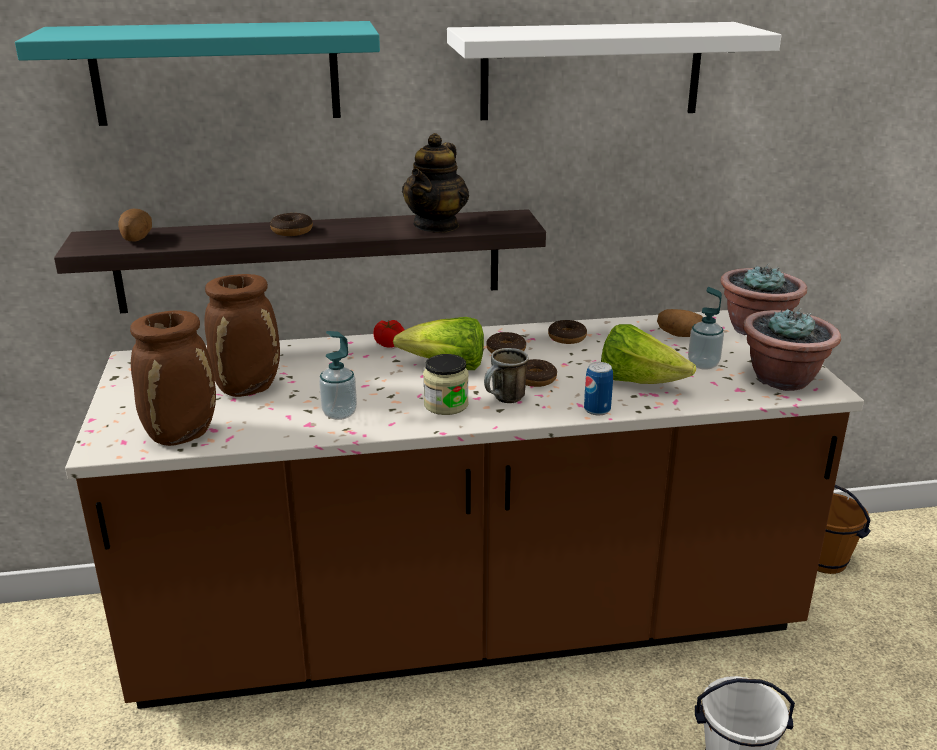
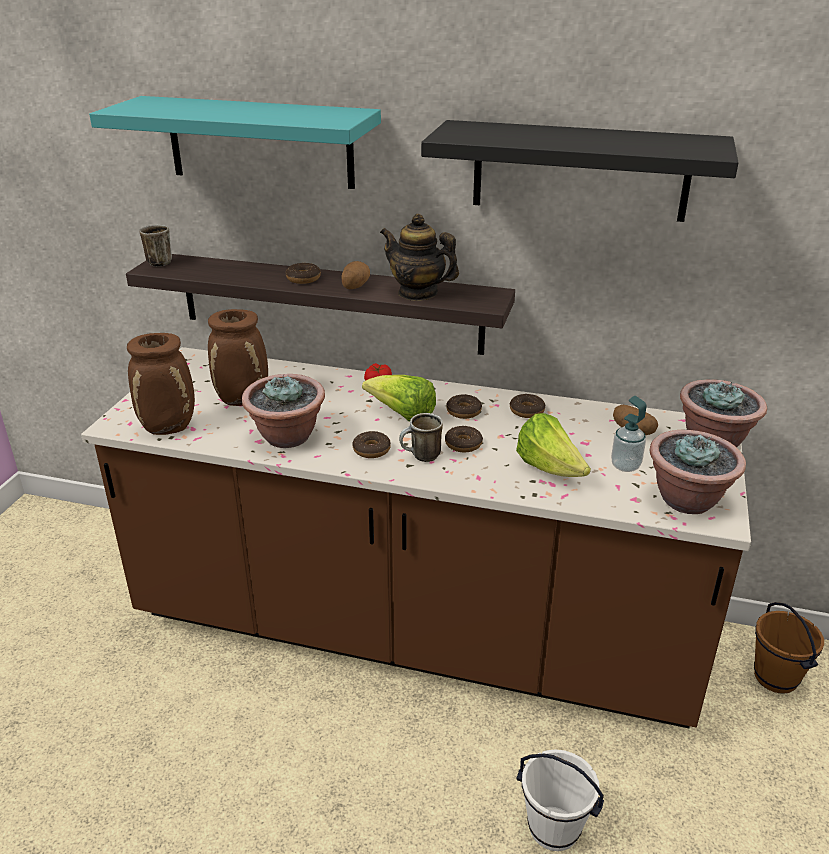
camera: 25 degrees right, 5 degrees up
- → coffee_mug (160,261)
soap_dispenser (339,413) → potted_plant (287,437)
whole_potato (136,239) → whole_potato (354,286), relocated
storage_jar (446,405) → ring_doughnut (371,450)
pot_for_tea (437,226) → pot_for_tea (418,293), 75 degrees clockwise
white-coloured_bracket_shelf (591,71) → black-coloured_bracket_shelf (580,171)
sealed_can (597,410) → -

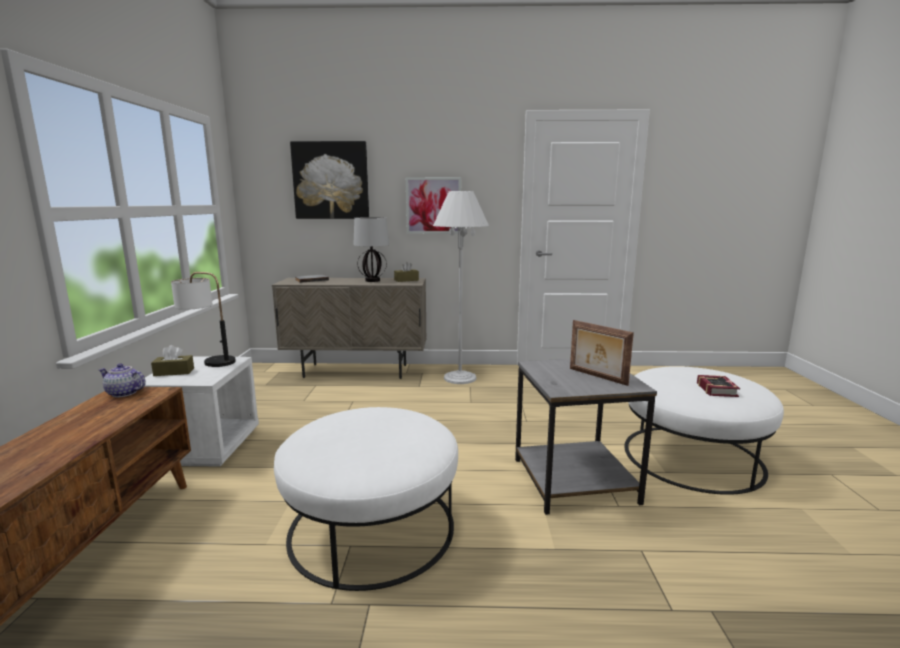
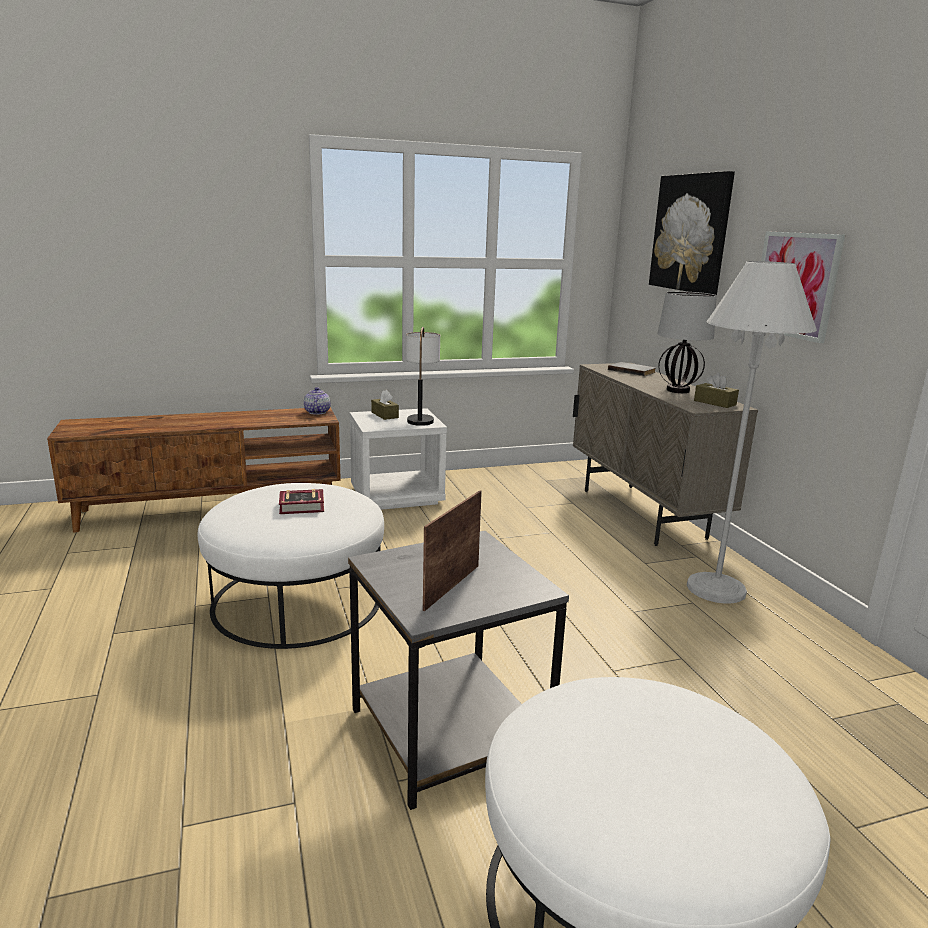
camera: 70 degrees right, 5 degrees up
book (717,389) → book (304,507), relocated

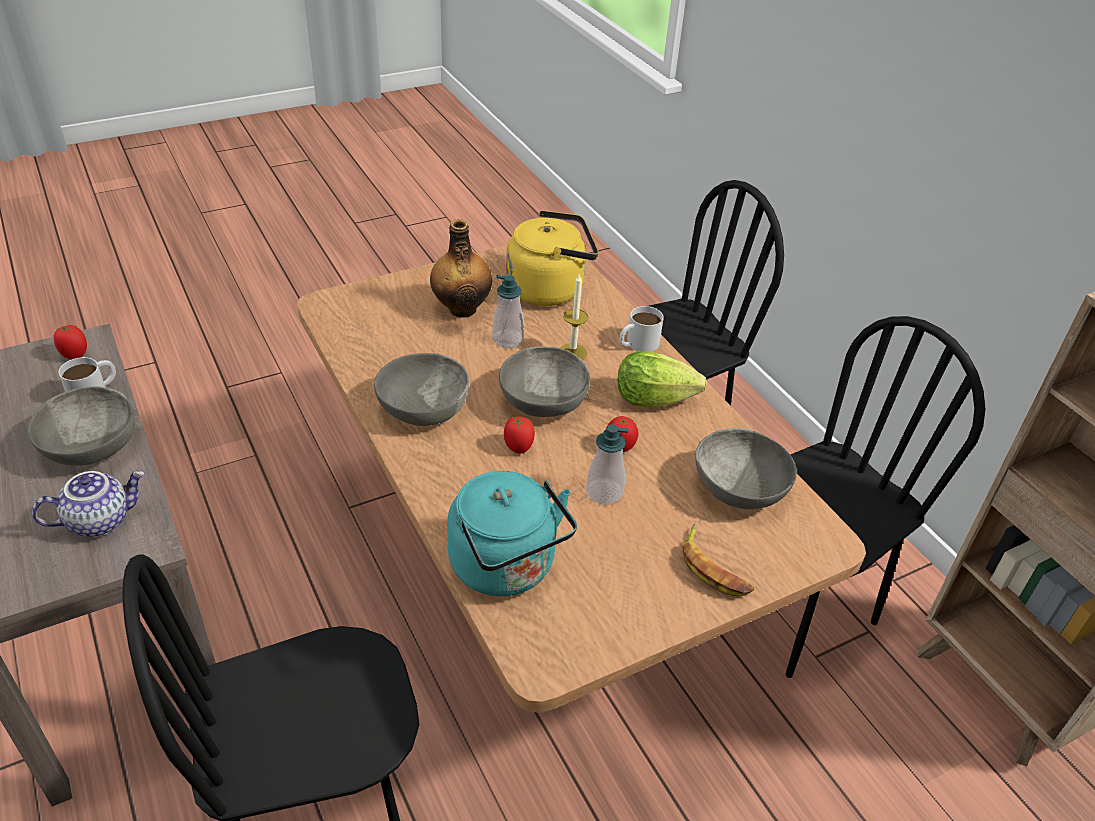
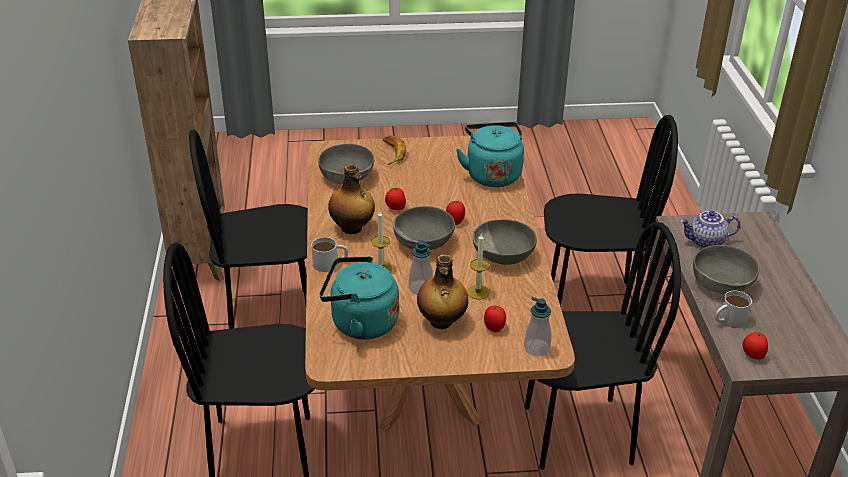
camera: 155 degrees left, 5 degrees down
yellowish_tea_kettle (550,289) → turquoise_tea_kettle (360,323)
lettuce_head (652,398) → bottle (352,228)
- → wax_light (478,292)
- → fresh_tomato (494,328)
soap_dispenser (604,492) → soap_dispenser (537,348), relocated
- → black-coloured_chair (577,433)

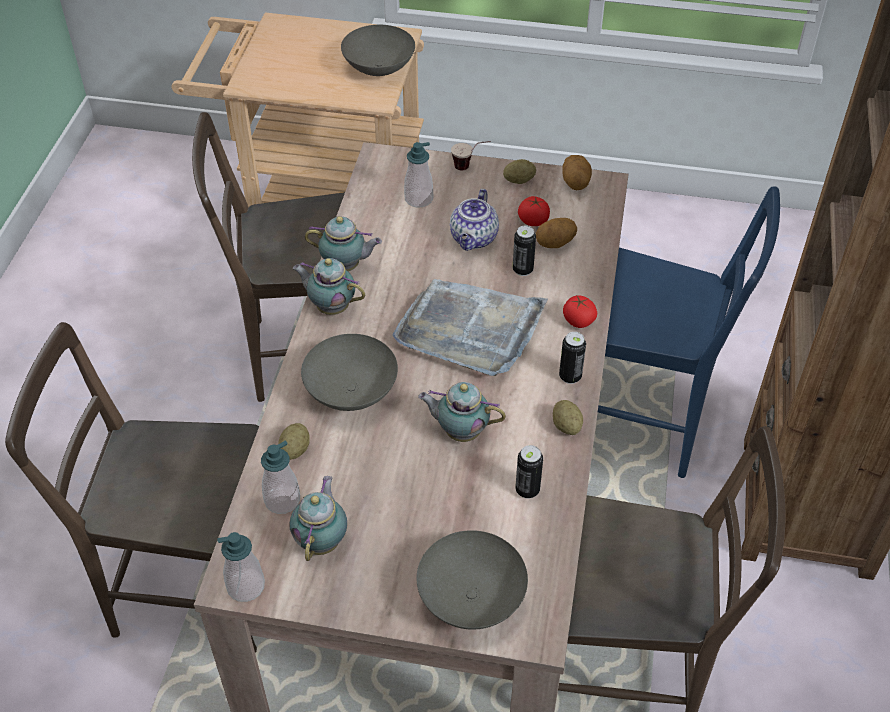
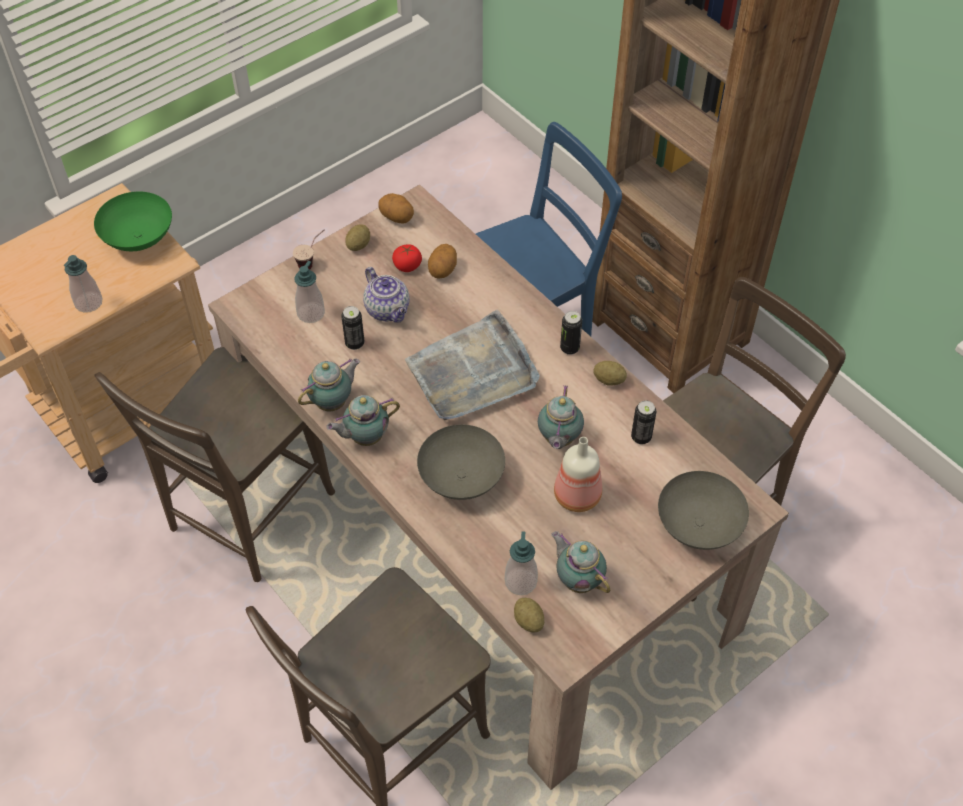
camera: 50 degrees left, 5 degrees up
soap_dispenser (246,586) → soap_dispenser (88,303), relocated
gray_deep_dish (380,68) → green_deep_dish (139,238)
sealed_can (522,270) → sealed_can (354,343), relocated
whole_potato (295,450) → whole_potato (528,621), relocated
pot_for_tea (460,431) → pot_for_tea (558,440), 45 degrees counterclockwise
- → bottle (576,494)
fresh_tomato (578,321) → -

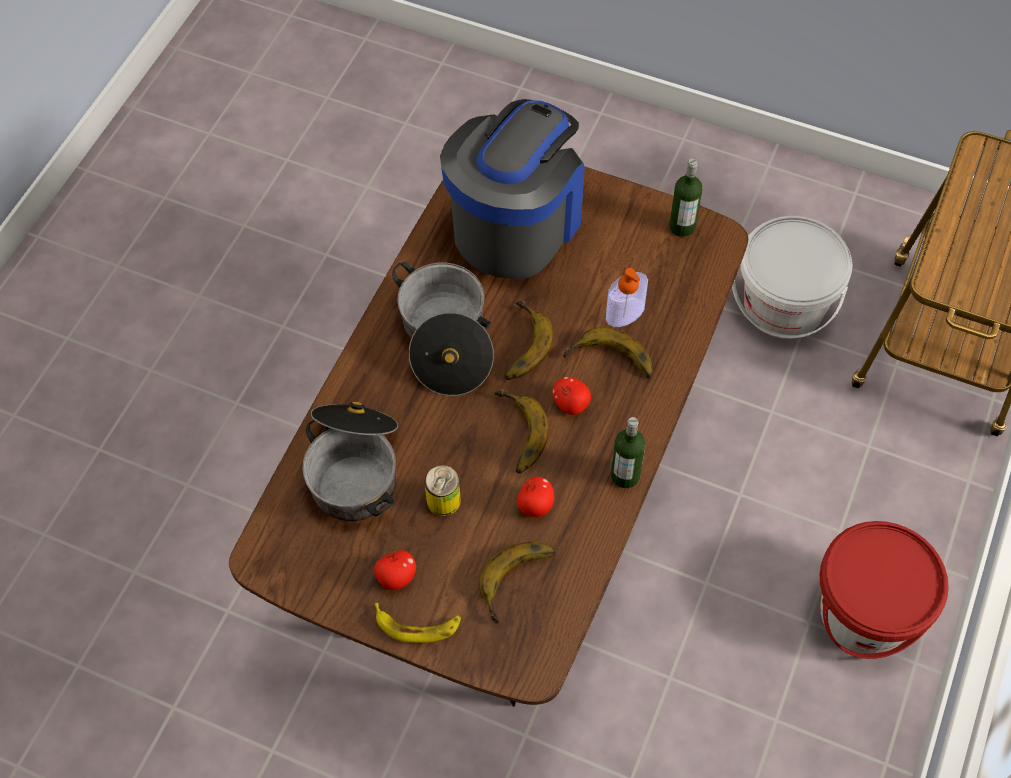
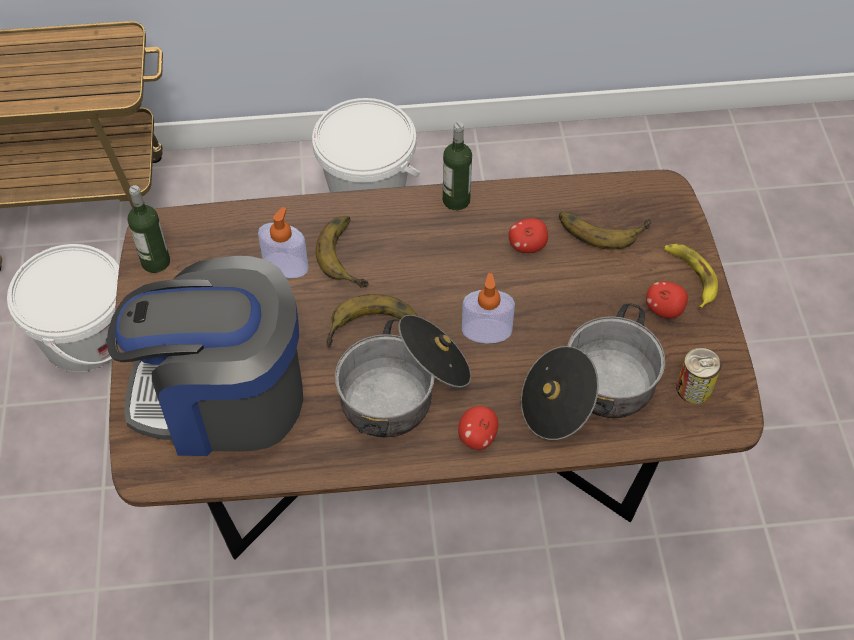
camera: 120 degrees left, 5 degrees down
red_water_bucket (865,612) → white-coloured_water_bucket (367,187)
apple (571,404) → apple (477,437), relocated
- → soap_dispenser (486,331)
sealed_can (443,501) → sealed_can (694,388), relocated
banana (514,434) → -

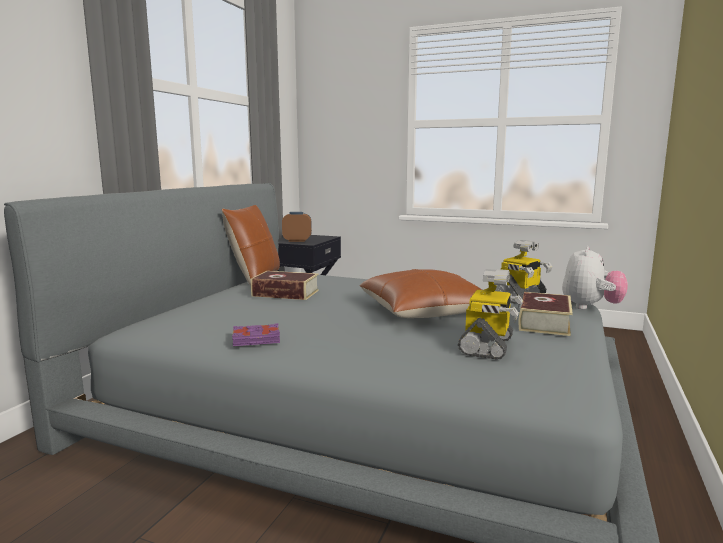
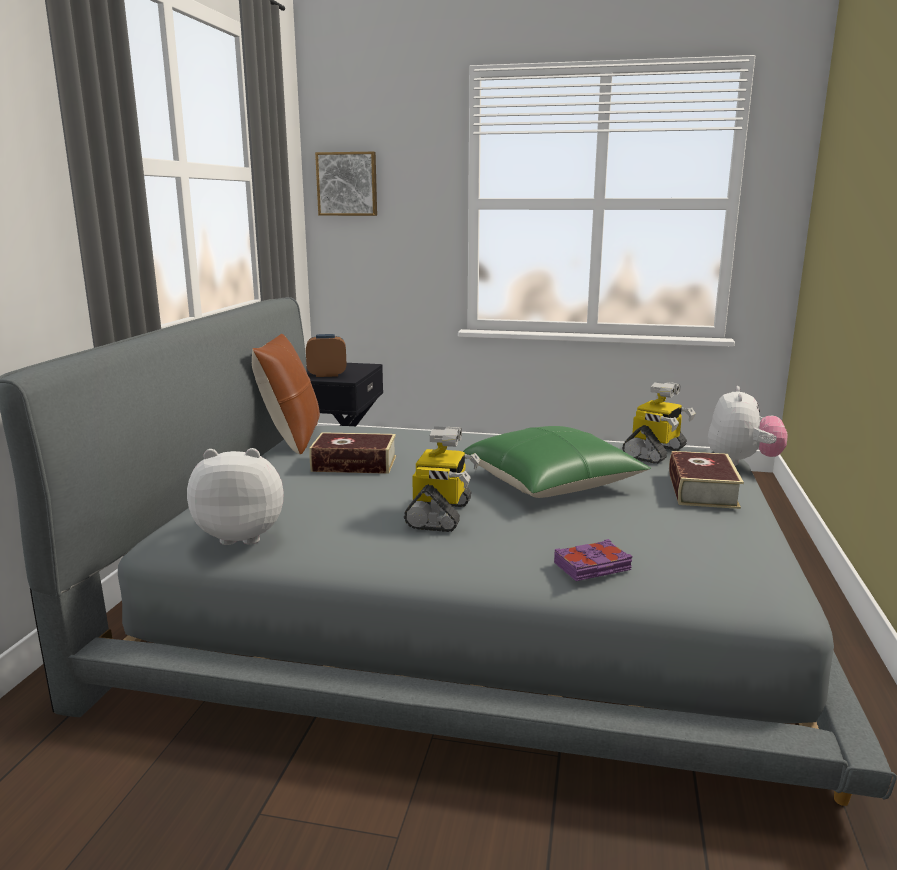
camera: 10 degrees left, 5 degrees up
- → soft_toy (242,535)
- → picture (347,184)
model_robot (488,346) → model_robot (441,515), relocated
brown-coloured_throw_pillow (424,311) → green_throw_pillow (552,482)
purple-coloured_book (256,340) → purple-coloured_book (592,567), relocated

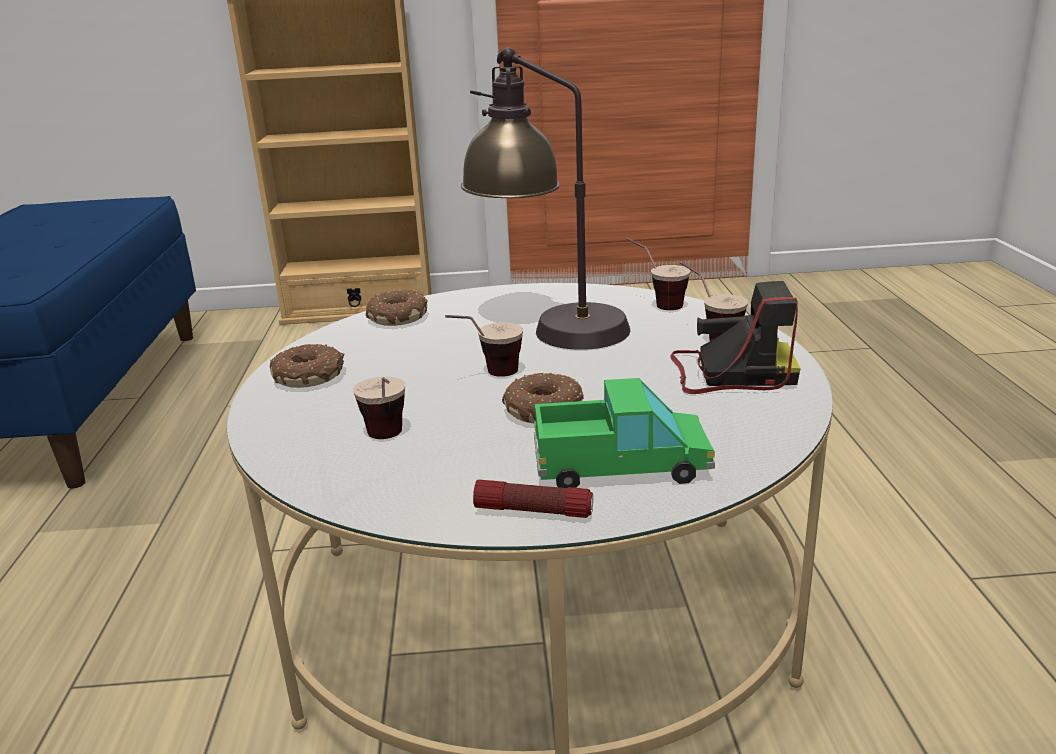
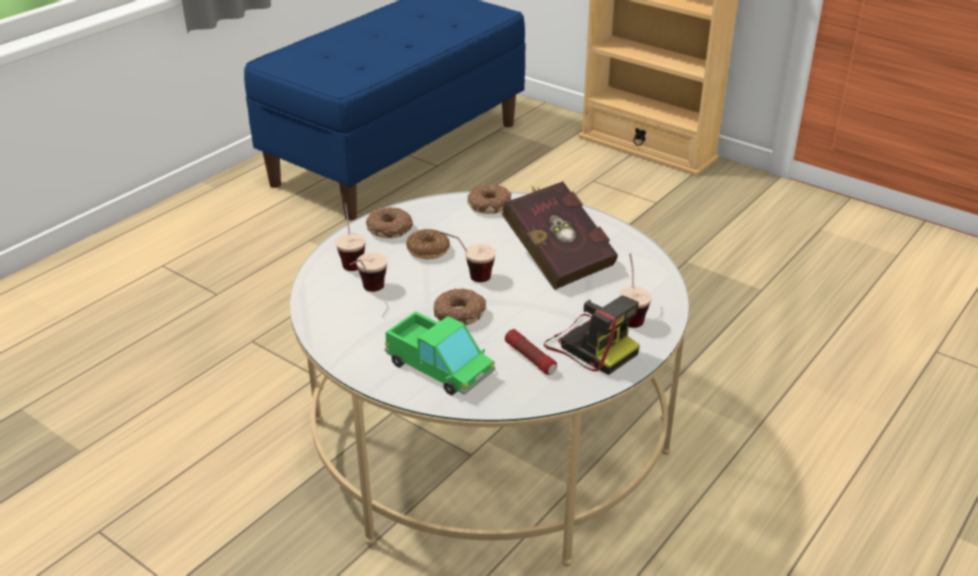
camera: 40 degrees right, 10 degrees up
cup (655,304) → cup (351,259), relocated
- → ring_doughnut (428,250)
lamp_for_a_table (548,326) → red_book (556,256)
hand_torch (533,511) → hand_torch (530,358), relocated

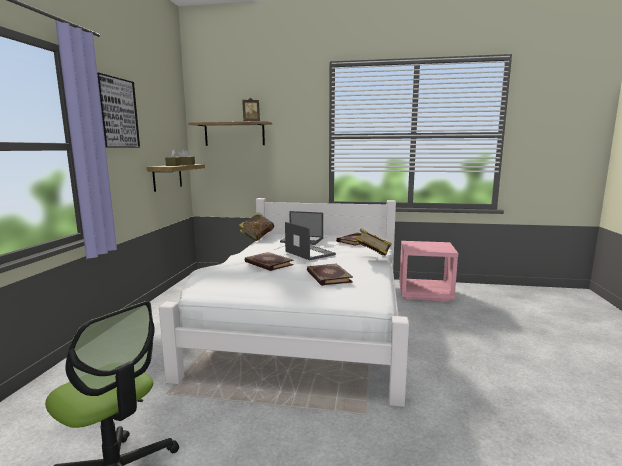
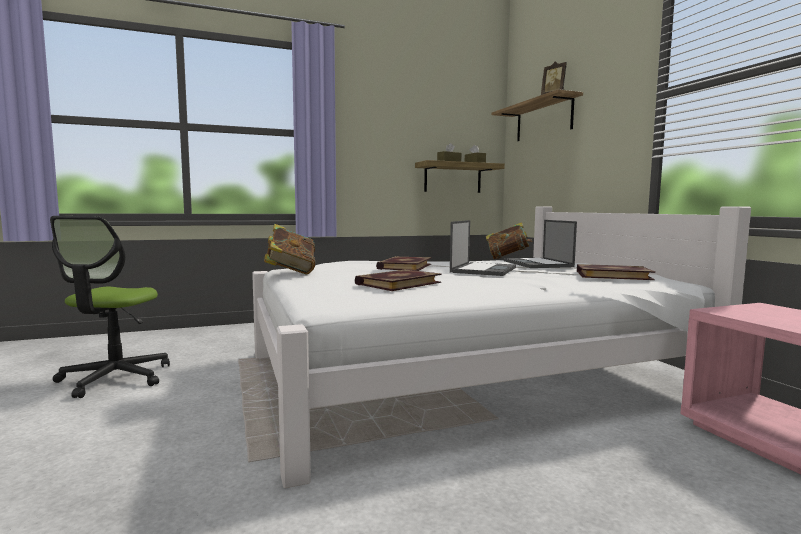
camera: 60 degrees right, 5 degrees down
book (372,257) → book (290,272), relocated
picture (116,113) → -

